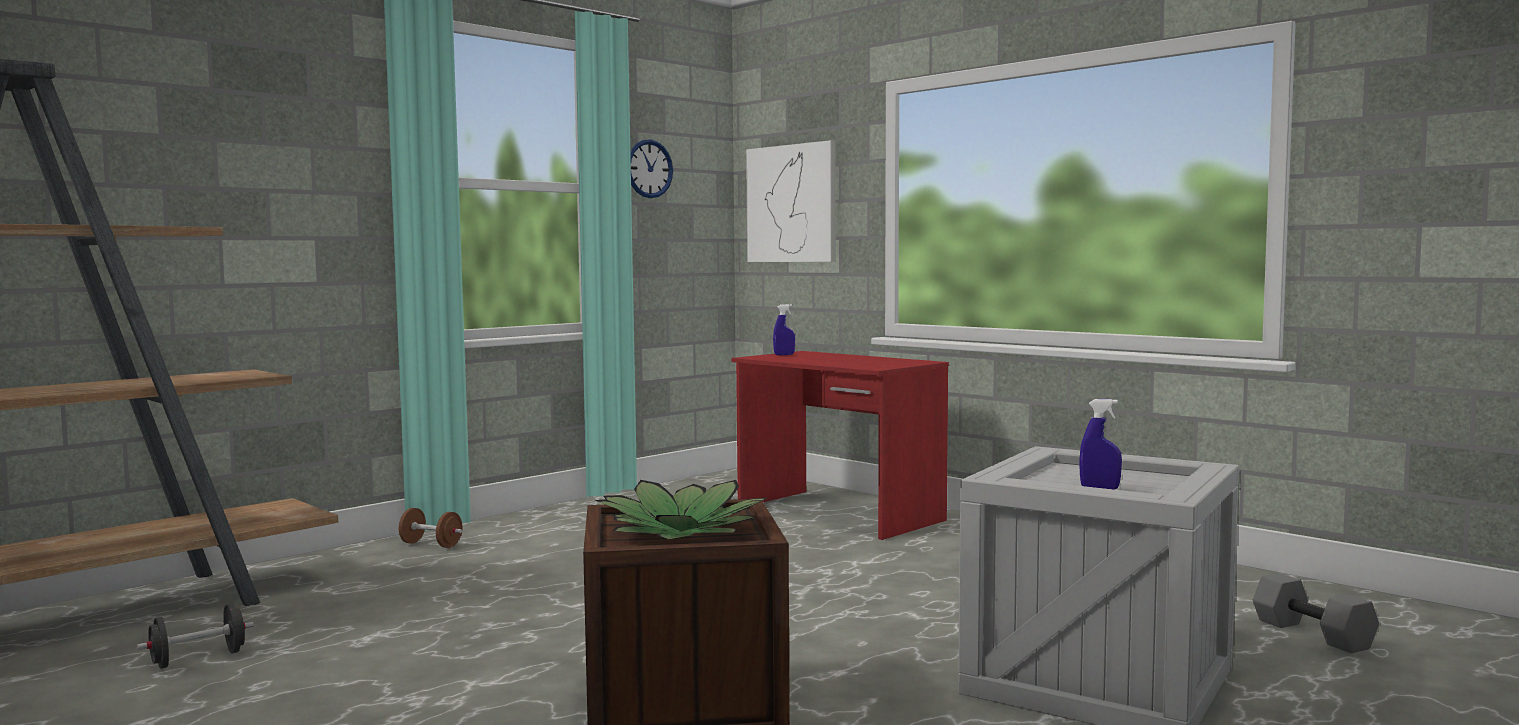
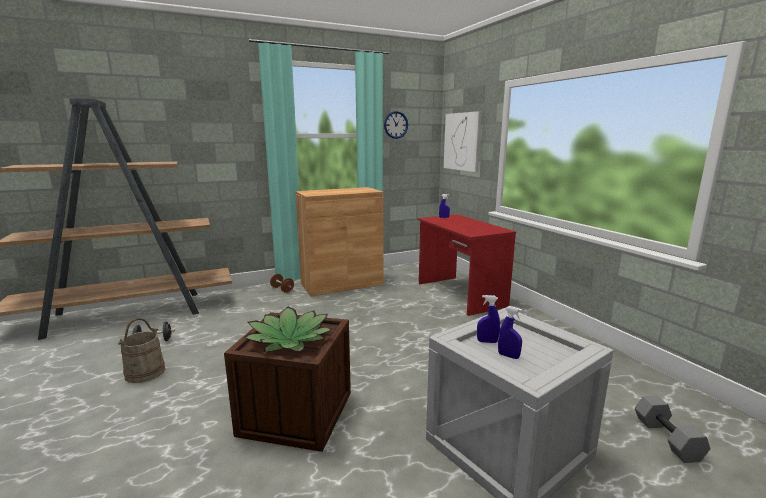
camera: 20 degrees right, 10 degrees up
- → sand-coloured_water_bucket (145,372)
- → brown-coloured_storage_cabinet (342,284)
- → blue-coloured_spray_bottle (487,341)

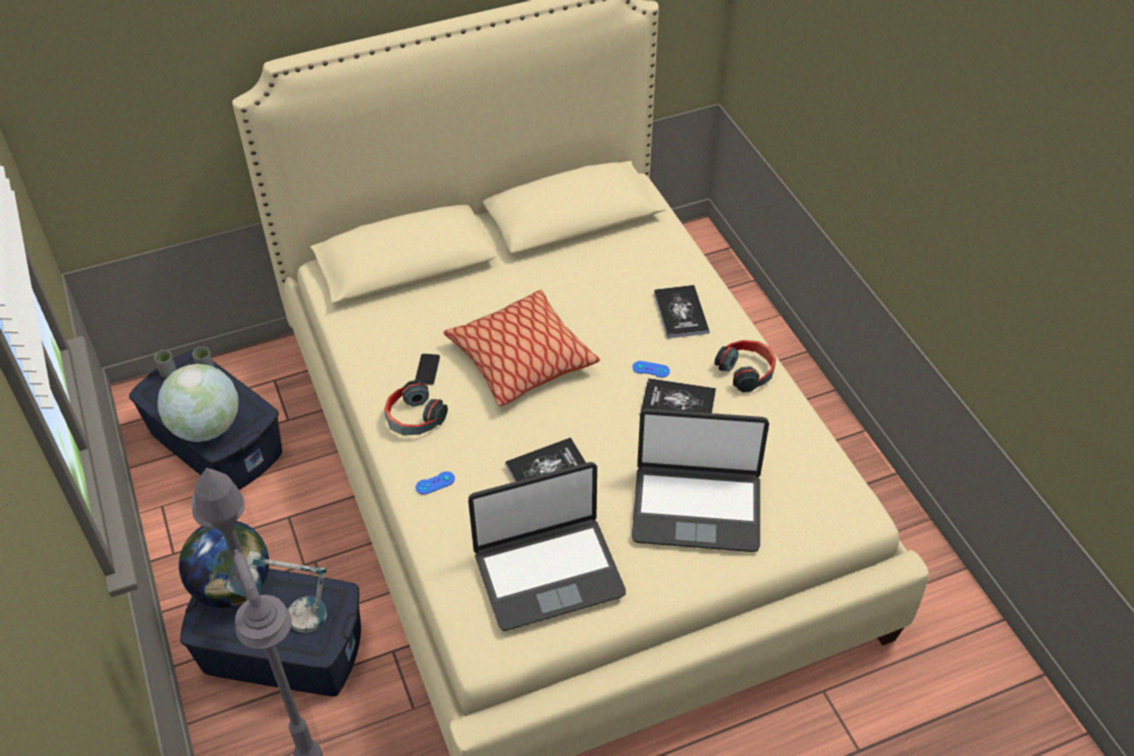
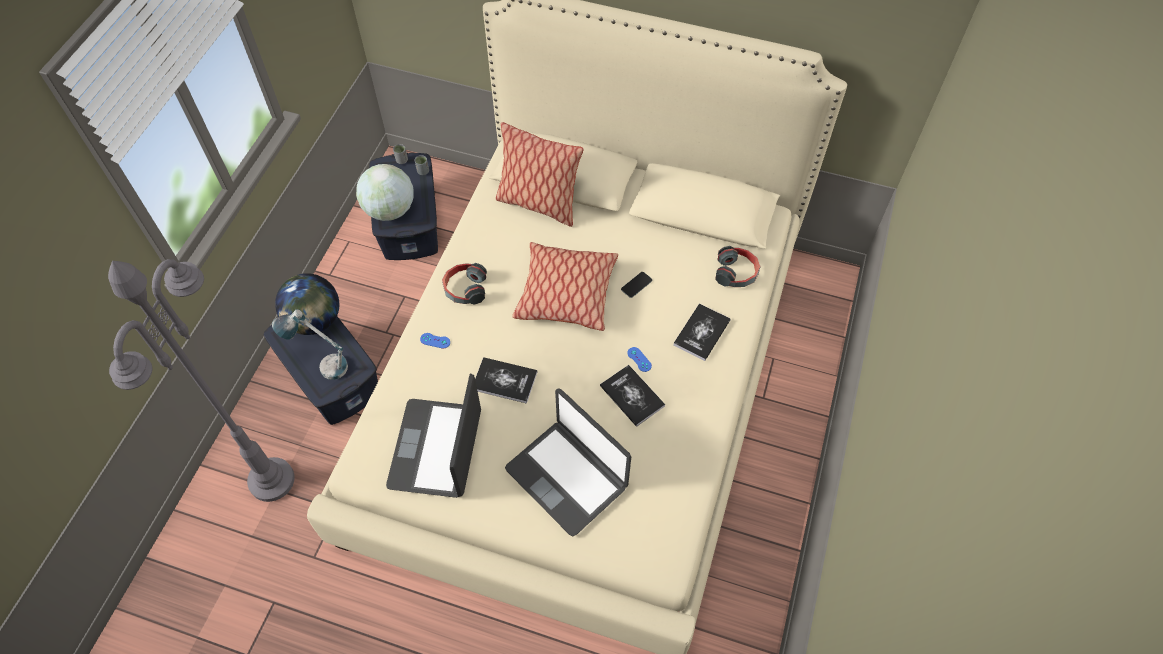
camera: 40 degrees right, 10 degrees up
notebook_computer (548,573) → notebook_computer (437,449), 75 degrees clockwise
- → throw_pillow (538,204)
handset (427,369) → handset (636,285), relocated
headset (747,371) → headset (736,273), relocated

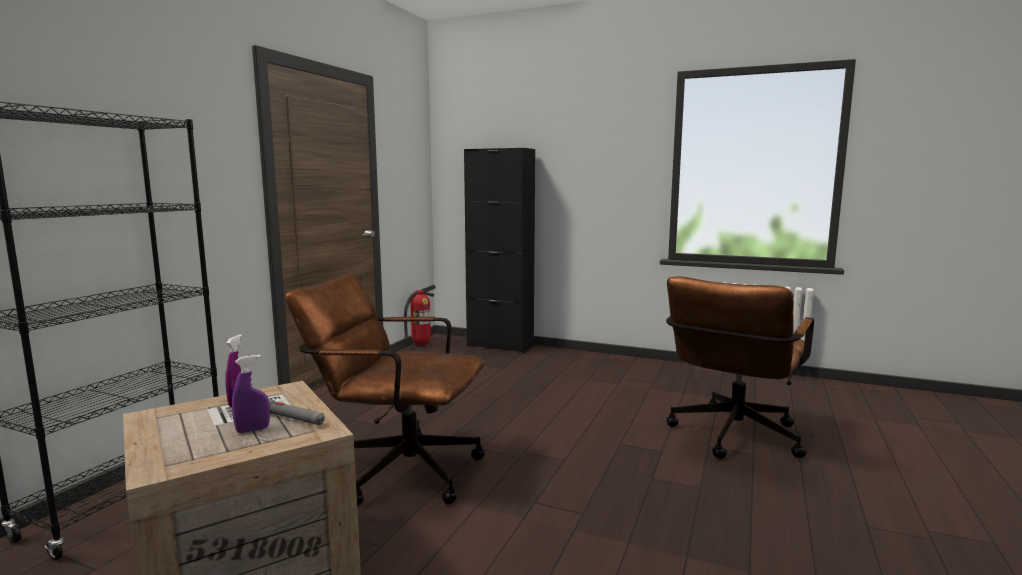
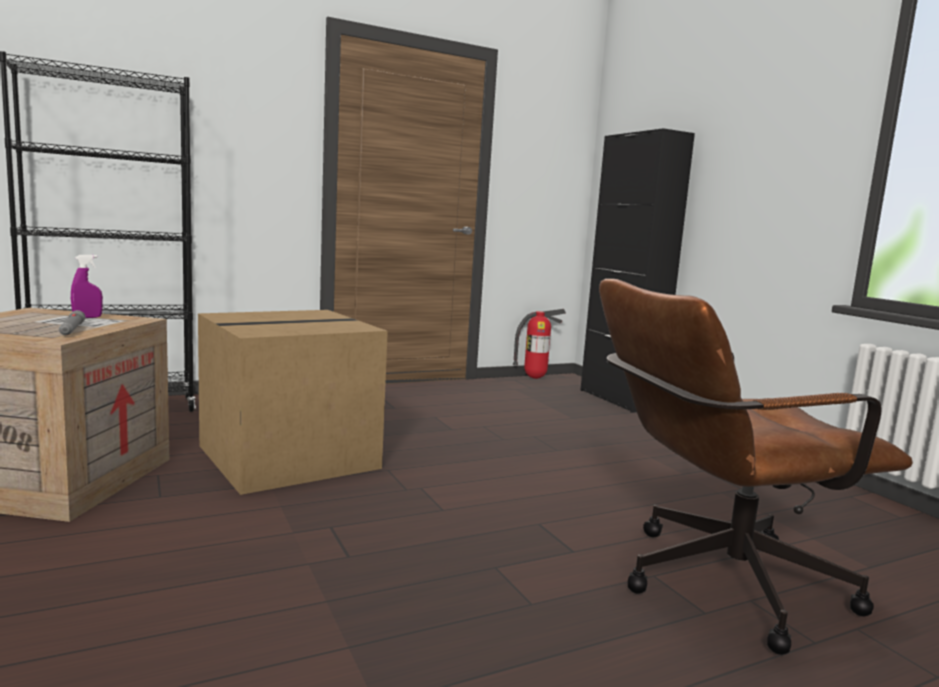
camera: 40 degrees right, 0 degrees up
brown-coloured_office_chair (397,469) → packing_box (290,456)
purple-coloured_spray_bottle (253,430) → -

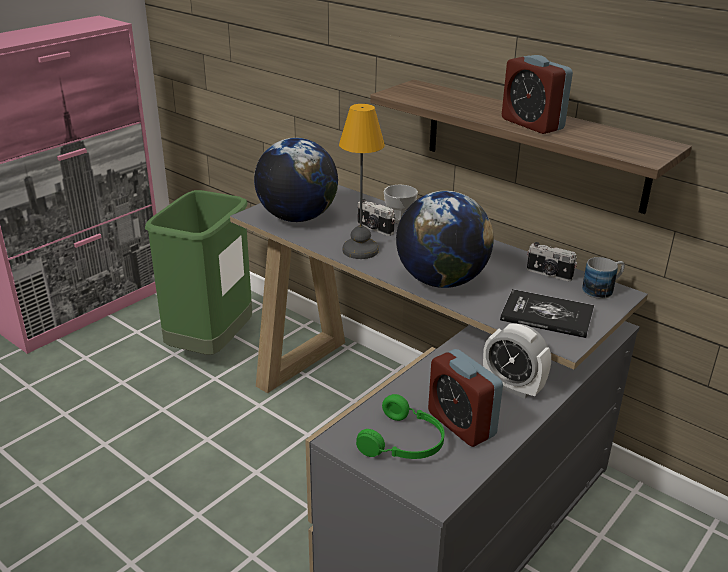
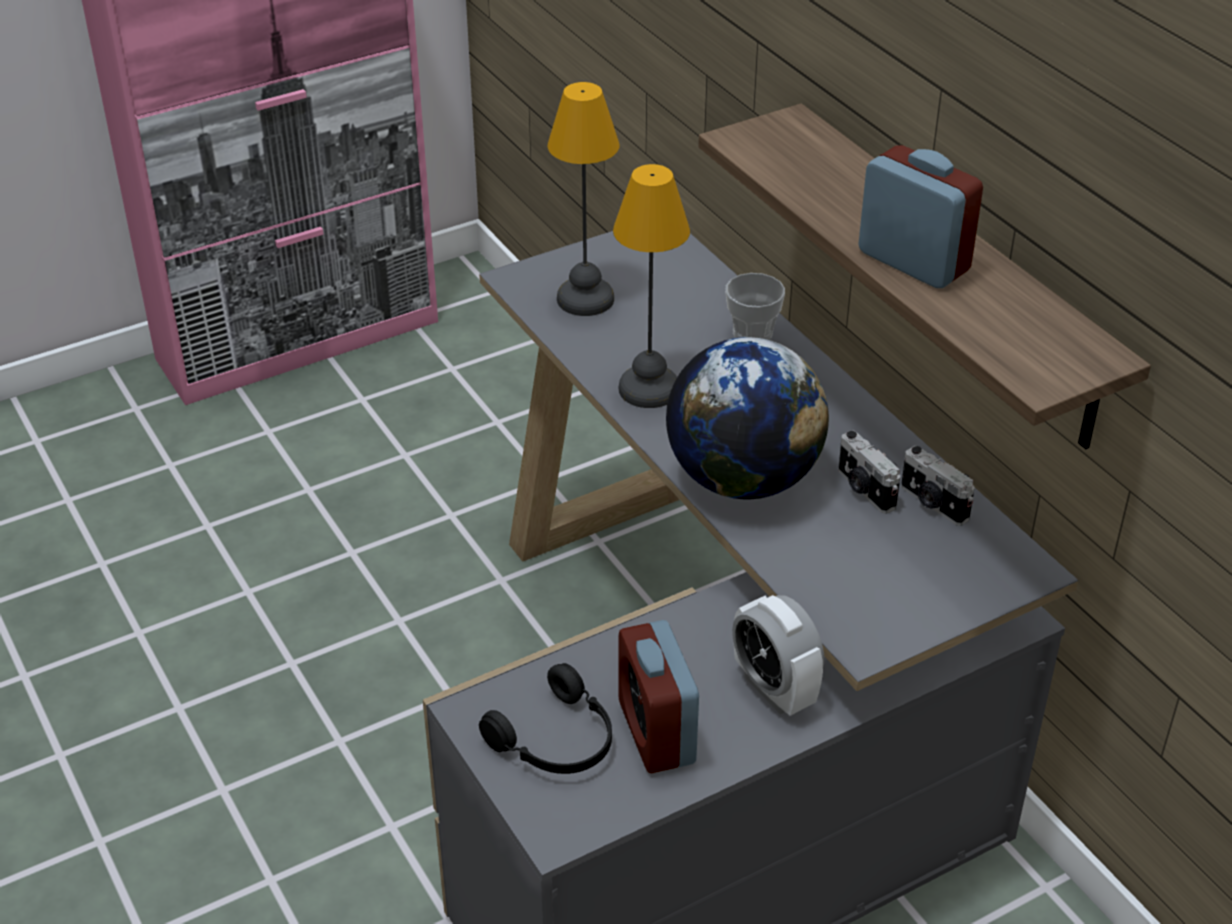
camera: 20 degrees right, 10 degrees up
green_headset (405,443) → black-coloured_headset (557,741)
world_globe (297,218) → lamp_for_a_table (583,299)
still_camera (374,229) → still_camera (864,490), relocated
bedside_clock (532,124) → bedside_clock (913,261), 150 degrees clockwise
green_rubbish_bin (211,347) → -
book (547,315) → -
coffee_mug (602,290) → -

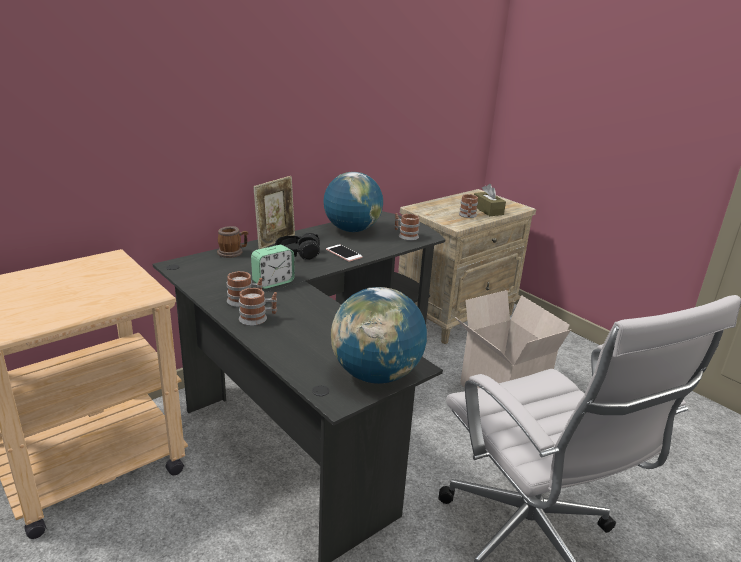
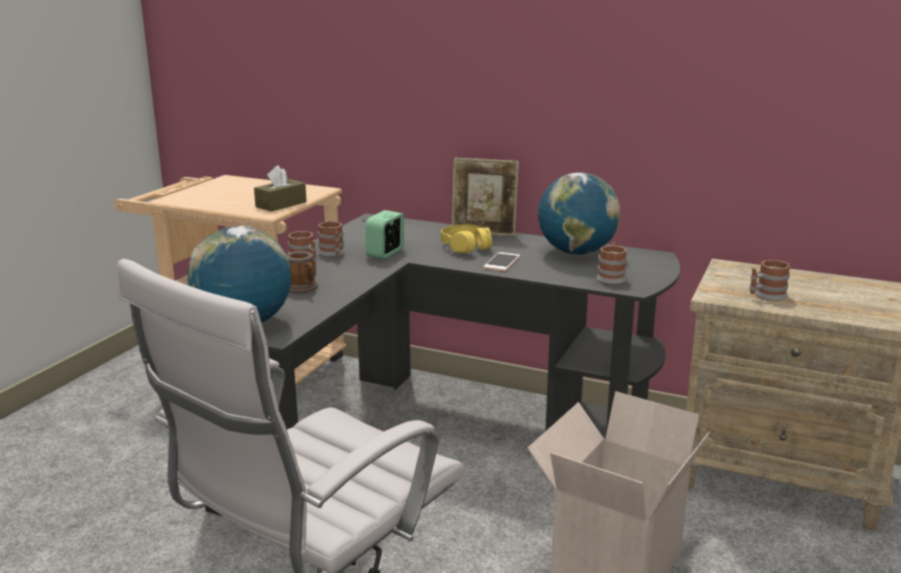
camera: 65 degrees right, 5 degrees down
brown-coloured_box_of_tissues (487,210) → brown-coloured_box_of_tissues (281,204), relocated
coffee_mug (233,253) → coffee_mug (303,288), relocated
bedside_clock (273,282) → bedside_clock (385,253), 90 degrees clockwise
black-coloured_headset (297,254) → yellowish_headset (465,247)

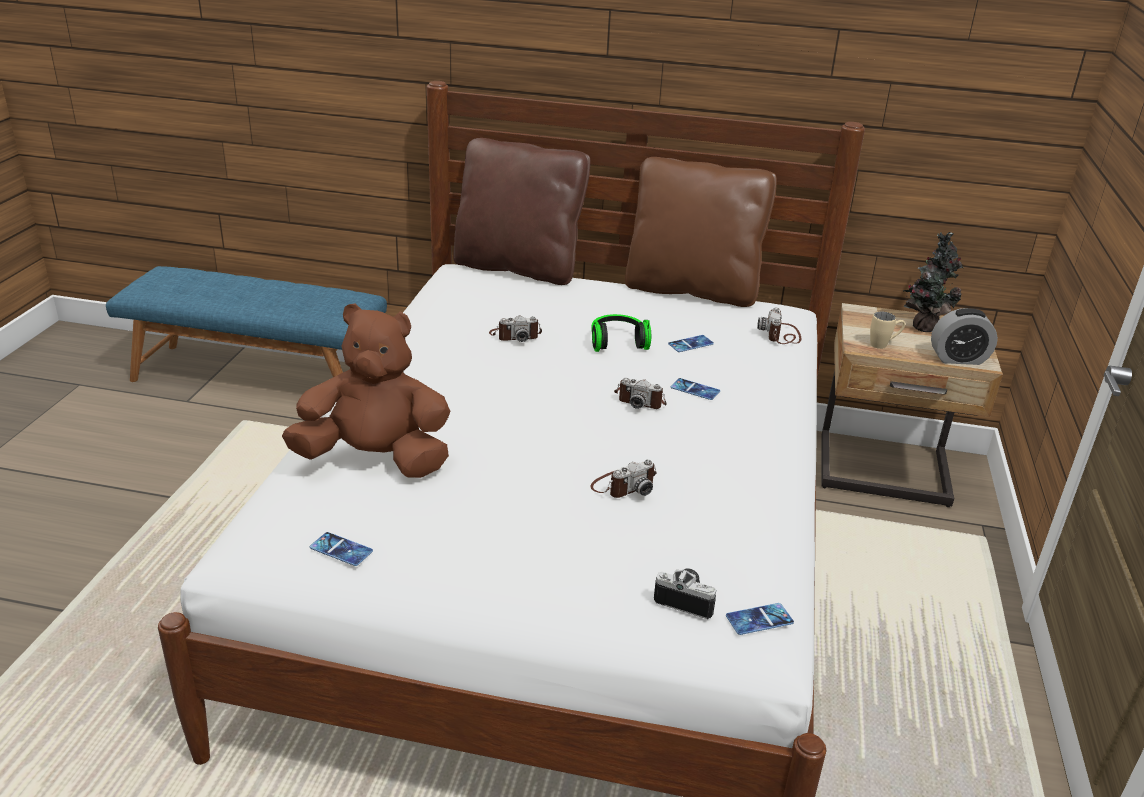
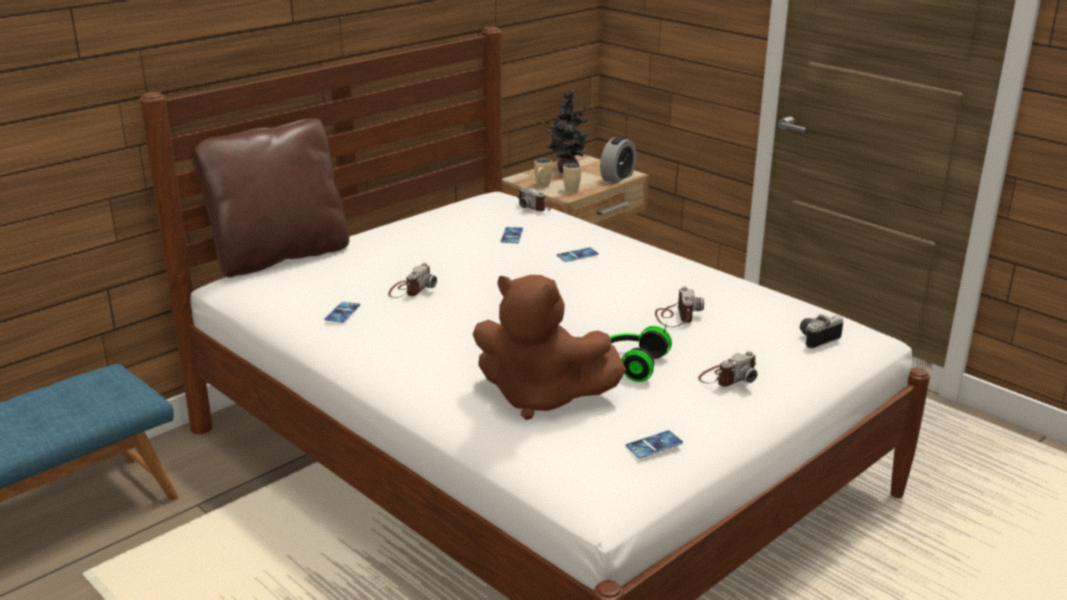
camera: 55 degrees left, 5 degrees down
handset (759,619) → handset (342,313), relocated
brown-coloured_soft_toy (375,460) → brown-coloured_soft_toy (540,398), 105 degrees counterclockwise
- → sand-coloured_coffee_mug (541,186)
headset (617,342) → headset (631,364), relocated
still_camera (640,400) → still_camera (727,377), relocated
brown-coloured_throw_pillow (692,289) → -

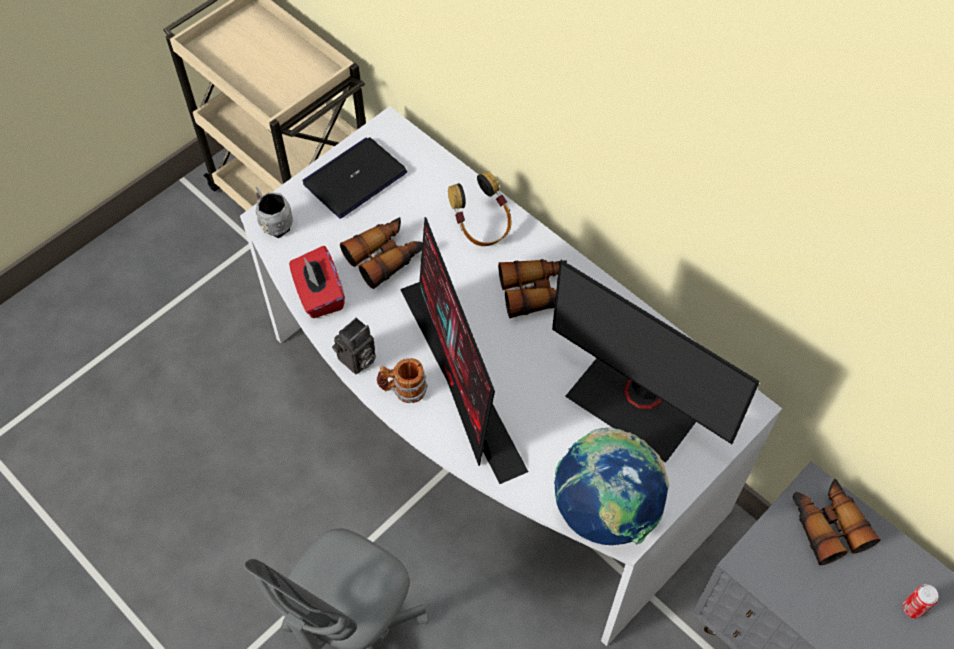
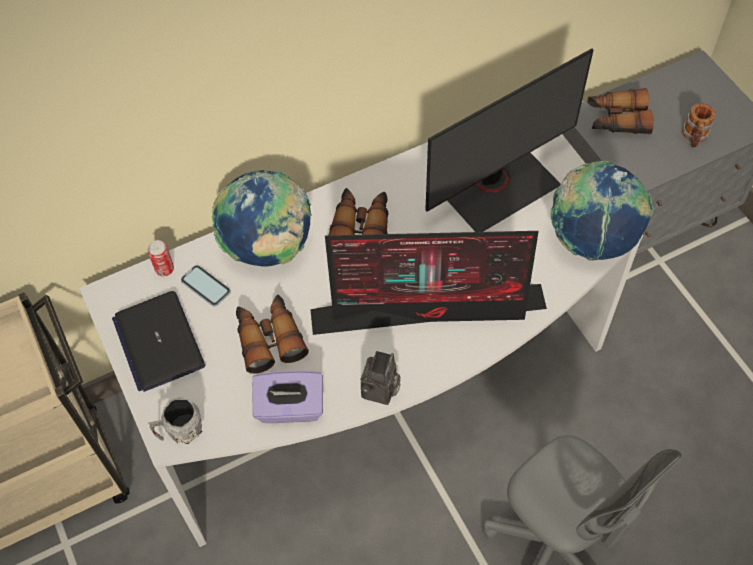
camera: 70 degrees left, 0 degrees up
sealed_can (912,608) → sealed_can (164,269), relocated
- → handset (206,286)
headset (482,226) → world_globe (269,248)
red_box_of_tissues (319,295) → purple-coloured_box_of_tissues (290,408)
still_camera (357,361) → still_camera (380,392), 45 degrees clockwise
coffee_mug (403,389) → coffee_mug (694,137), relocated

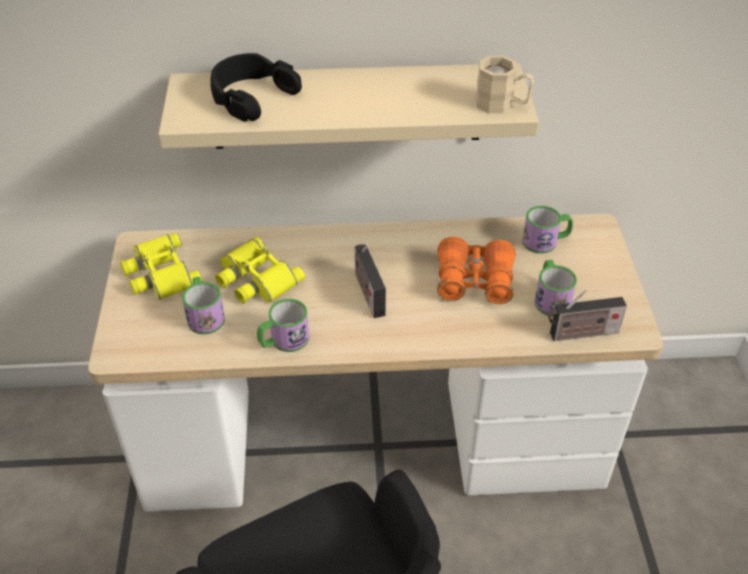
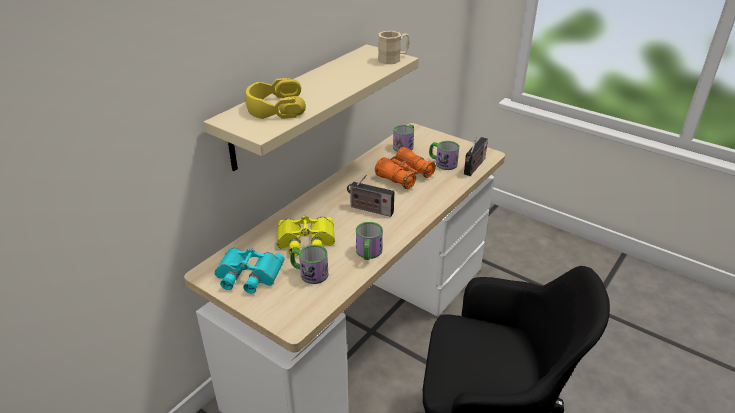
camera: 50 degrees left, 10 degrees down
yellowish_field_glasses (159,273) → turquoise_field_glasses (247,275)
black-coloured_headset (252,96) → yellowish_headset (275,107)

